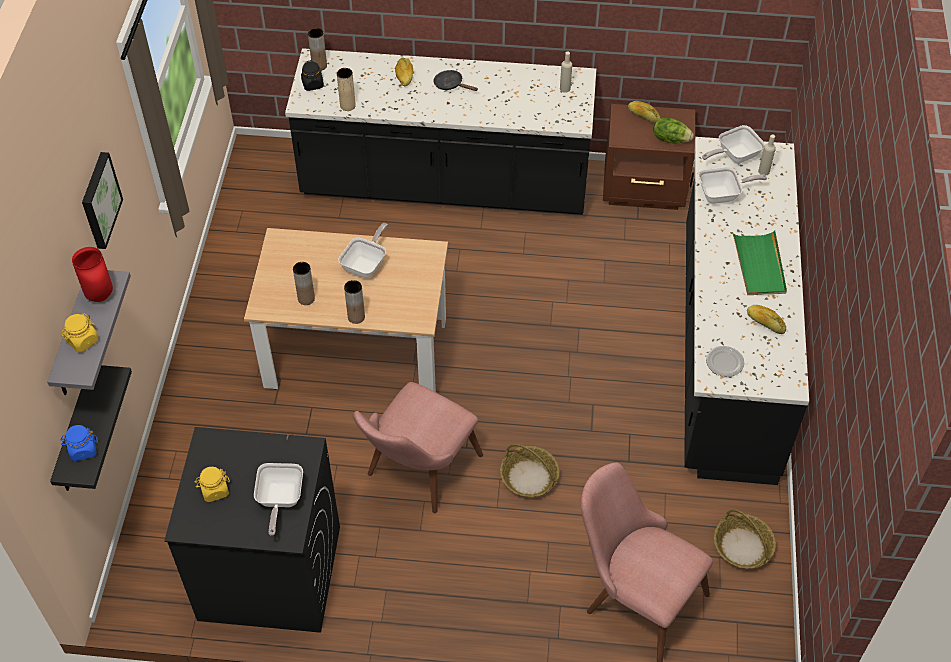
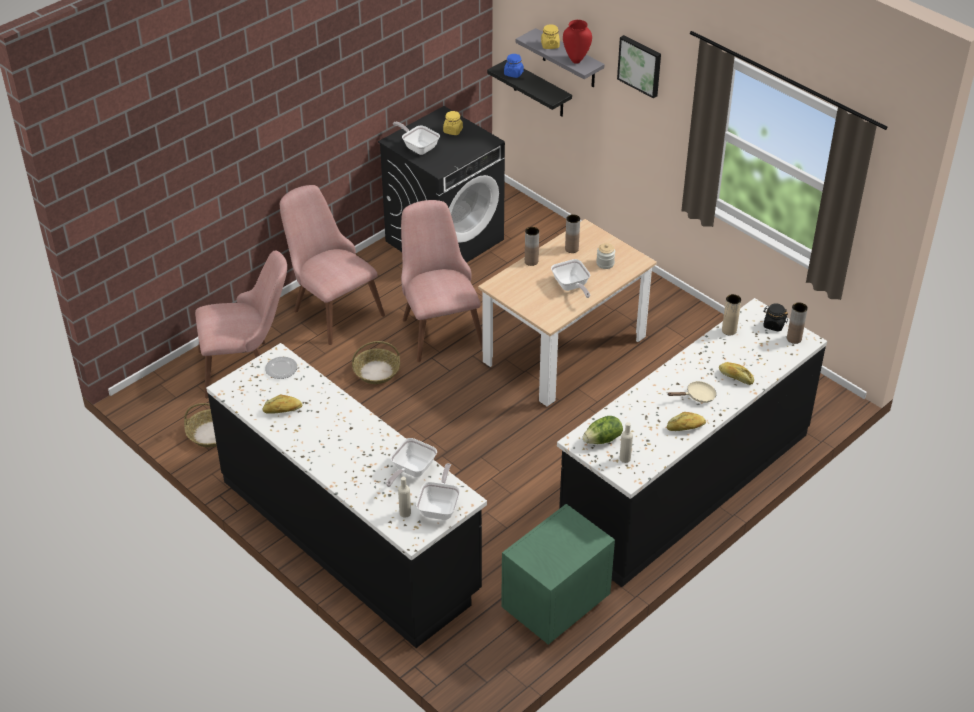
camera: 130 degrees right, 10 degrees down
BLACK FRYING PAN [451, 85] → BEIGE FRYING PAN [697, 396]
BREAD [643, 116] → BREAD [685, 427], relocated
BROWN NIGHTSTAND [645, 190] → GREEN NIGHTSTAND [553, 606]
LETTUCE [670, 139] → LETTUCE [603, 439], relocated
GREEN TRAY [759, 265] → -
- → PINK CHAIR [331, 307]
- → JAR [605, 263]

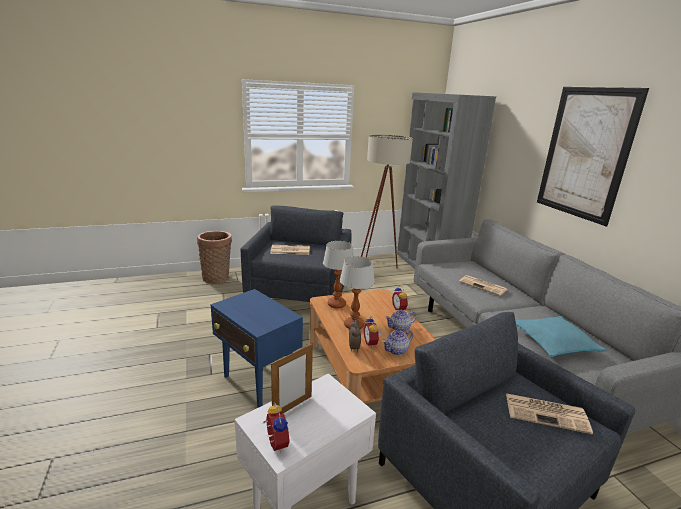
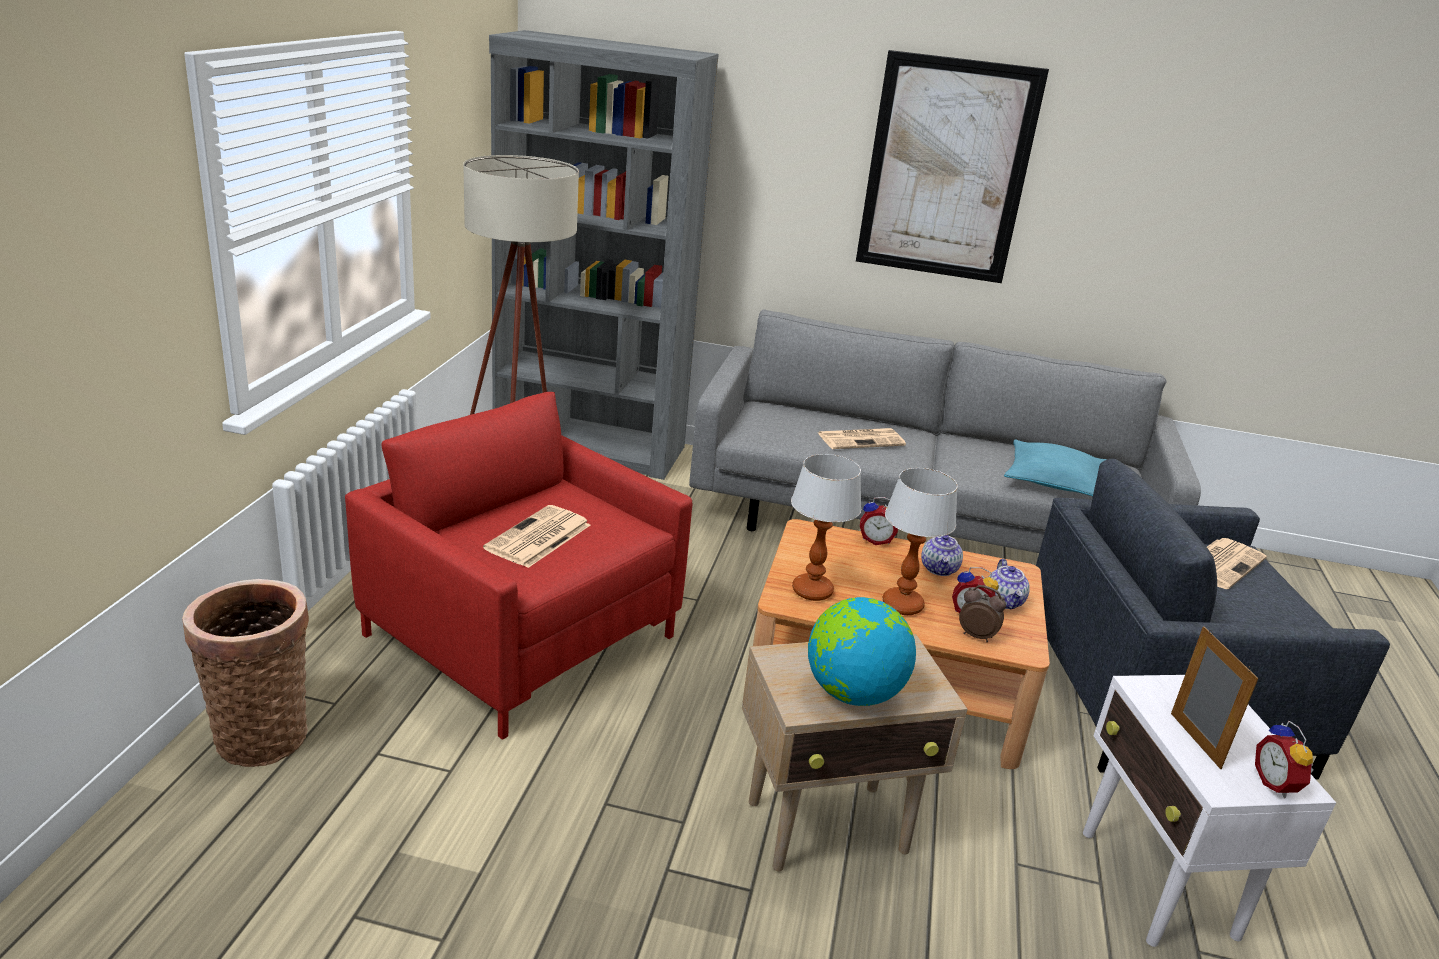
camera: 60 degrees left, 5 degrees up
GREY ARMCHAIR [300, 293] → RED ARMCHAIR [522, 635]
BLUE SIDE TABLE [258, 382] → BEIGE SIDE TABLE [829, 827]
ALARM CLOCK [275, 444] → ALARM CLOCK [1277, 784], 105 degrees counterclockwise
- → GLOBE [853, 693]

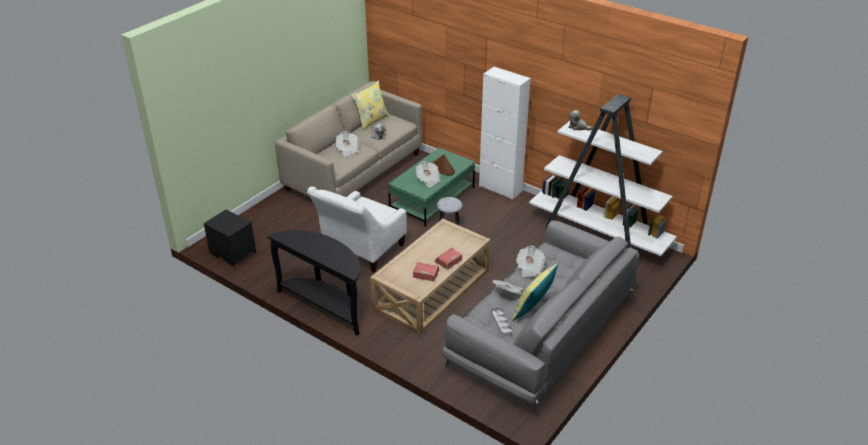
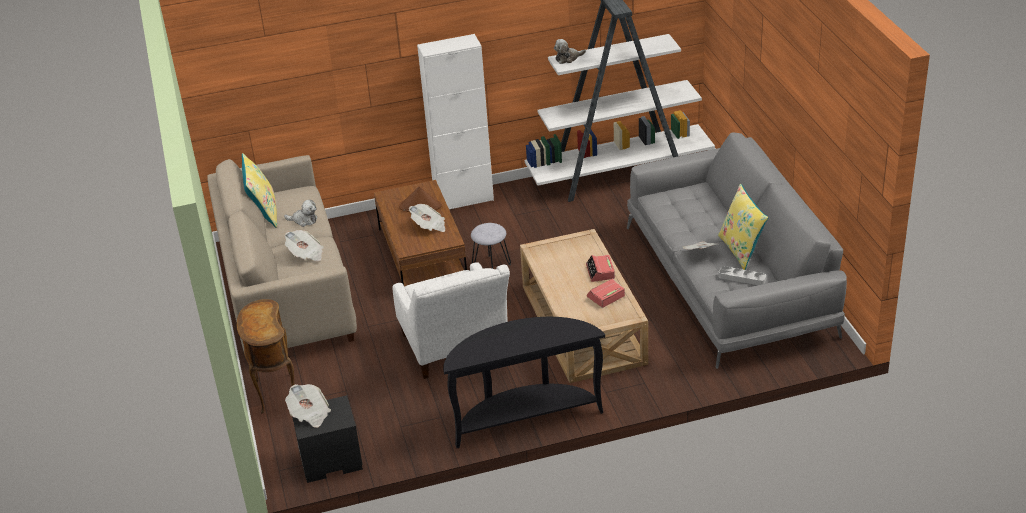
camera: 50 degrees left, 0 degrees up
GREEN COFFEE TABLE [432, 199] → BROWN COFFEE TABLE [422, 255]
NEWSPAPER [529, 268] → NEWSPAPER [310, 414], relocated
- → BROWN SIDE TABLE [275, 394]

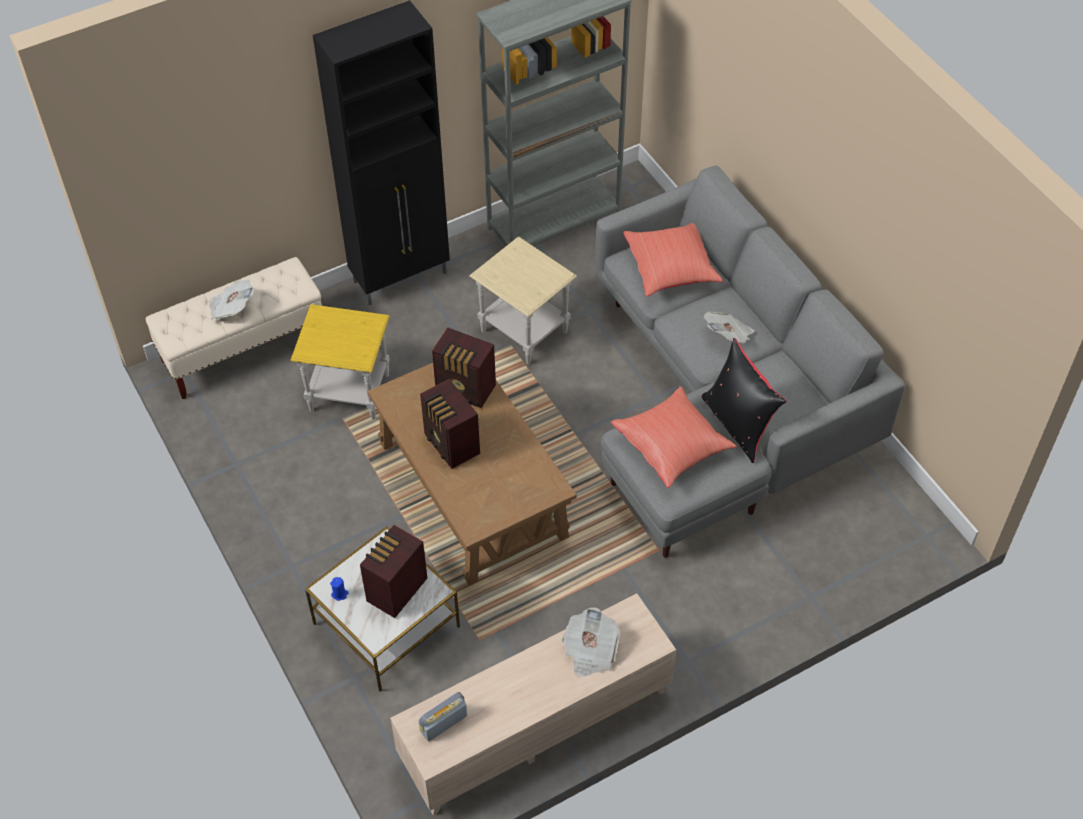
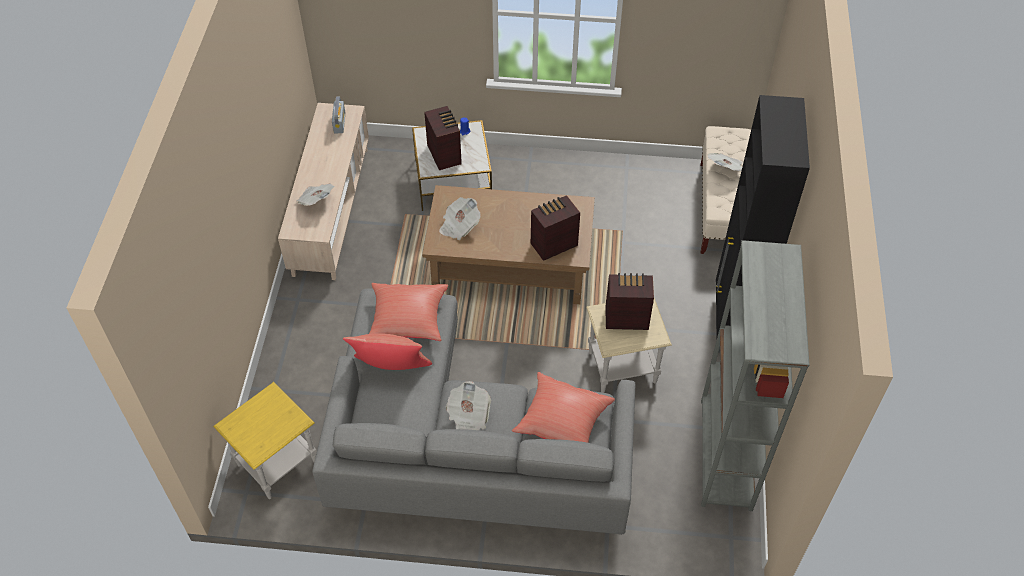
camera: 125 degrees right, 0 degrees up
YELLOW SIDE TABLE [348, 392] → YELLOW SIDE TABLE [278, 462], relocated
BLACK PILLOW [738, 424] → RED PILLOW [391, 369]
RADIO [451, 445] → RADIO [625, 318], relocated
- → NEWSPAPER [459, 226]

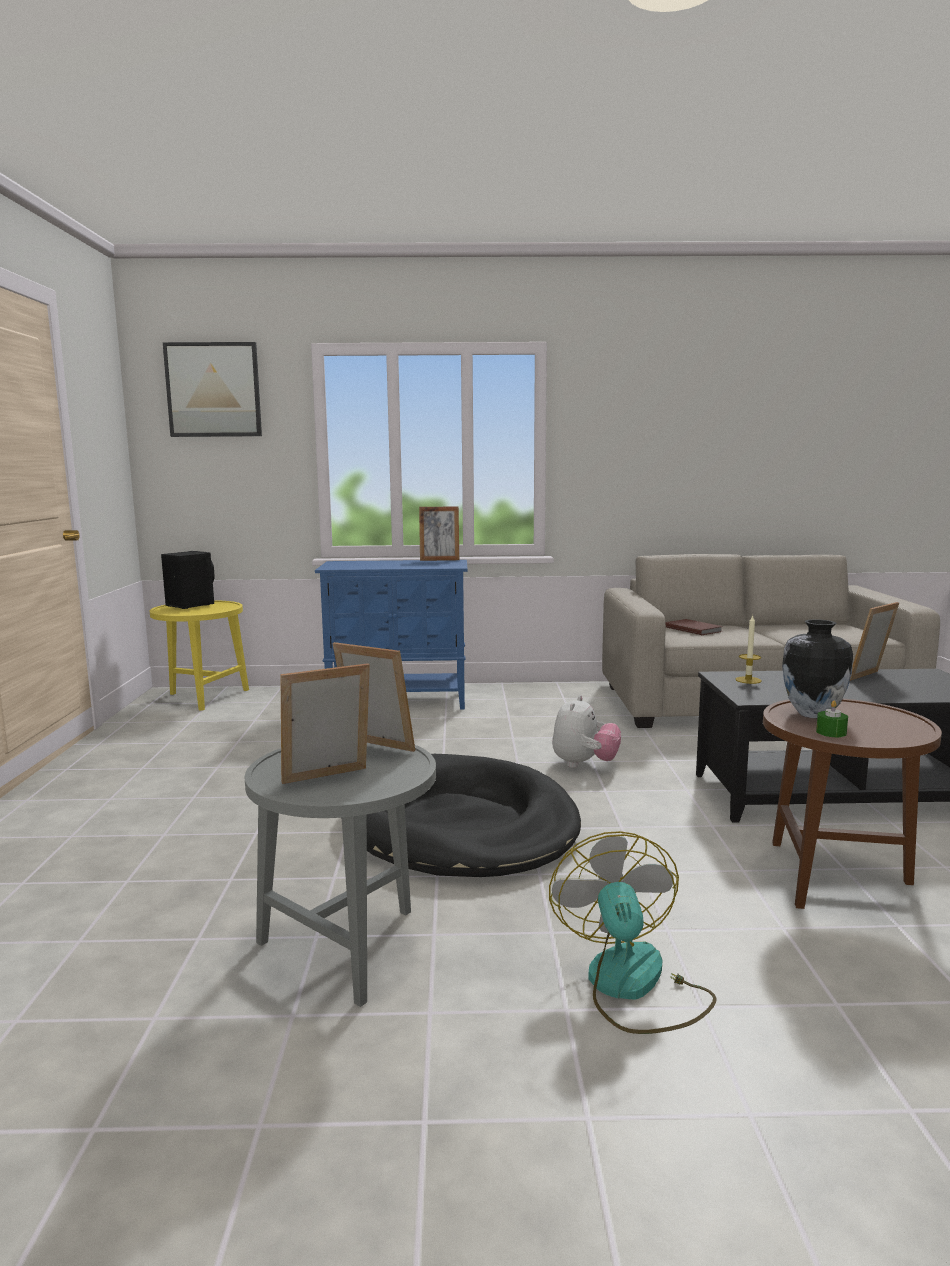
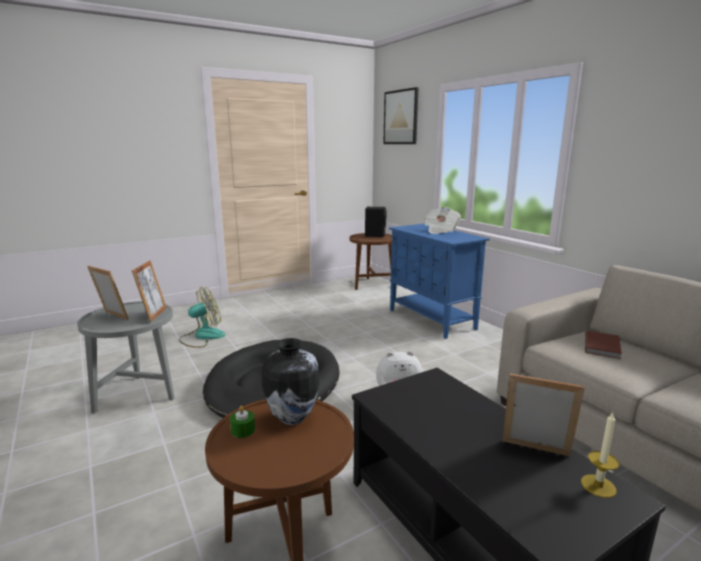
camera: 60 degrees right, 5 degrees up
PICTURE FRAME [439, 560] → -
YELLOW SIDE TABLE [204, 697] → BROWN SIDE TABLE [372, 284]
CANDLE [748, 680] → CANDLE [598, 486], relocated
FAN [632, 986] → FAN [202, 336], relocated
- → NEWSPAPER [440, 230]

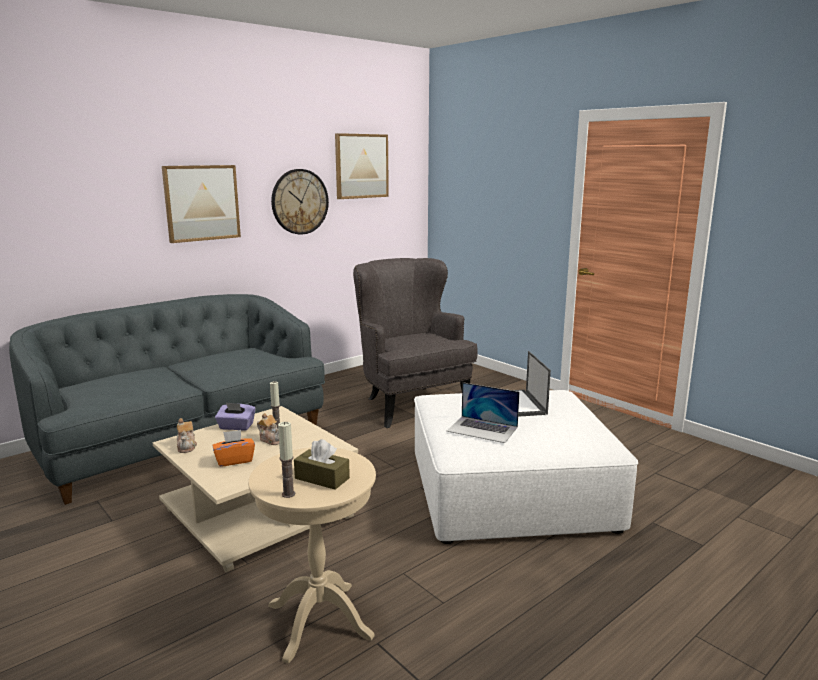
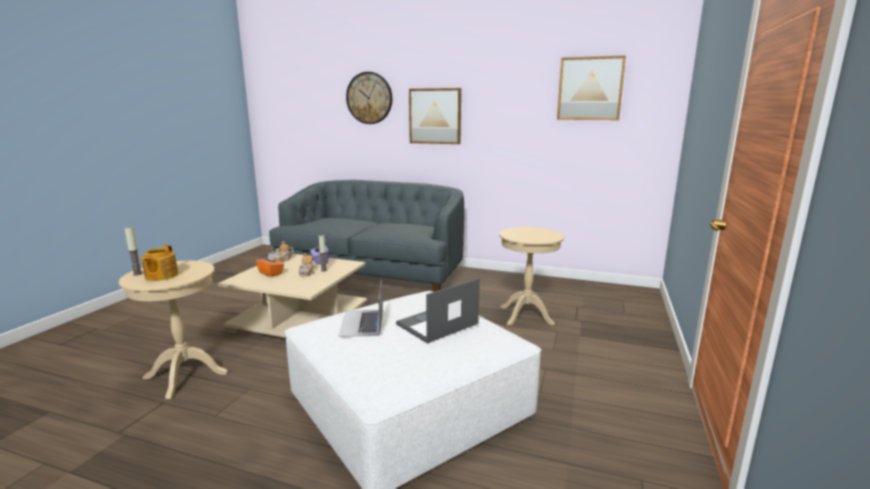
camera: 60 degrees right, 0 degrees up
WALL CLOCK [299, 201] → WALL CLOCK [369, 98], relocated
GREY ARMCHAIR [411, 403] → BEIGE SIDE TABLE [526, 315]
BROWN TISSUE BOX [322, 478] → TEAPOT [161, 276]

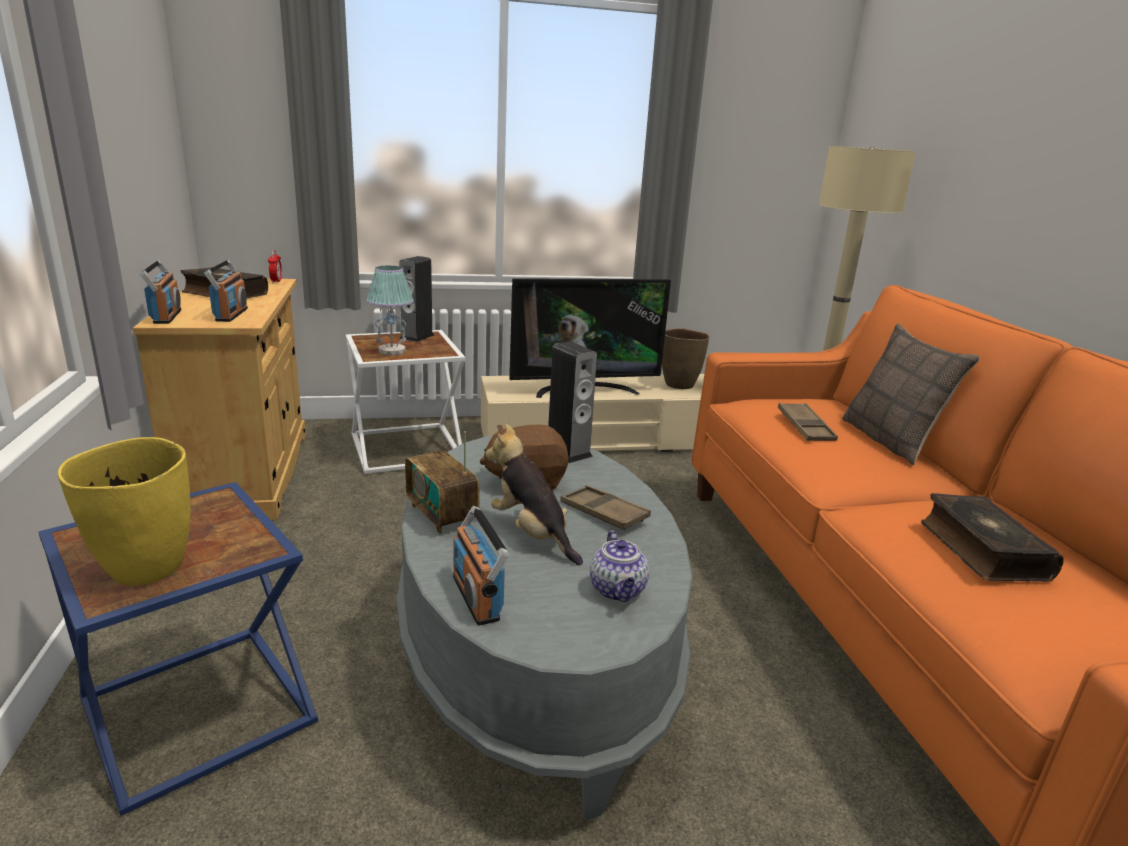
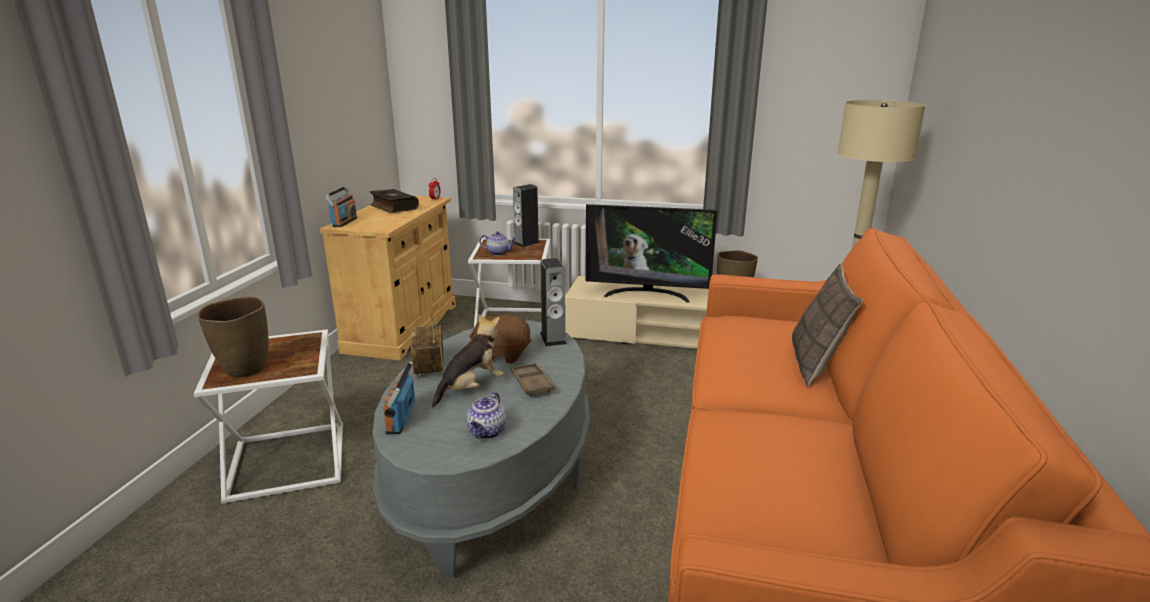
camera: 25 degrees right, 0 degrees up
RADIO [231, 314] → -
TABLE LAMP [392, 351] → TEAPOT [499, 253]
BROWN TRAY [805, 427] → -
PLUSH TOY [532, 534] → PLUSH TOY [471, 388], 60 degrees clockwise
YELLOW VASE [146, 570] → BROWN VASE [245, 370]
BLUE SIDE TABLE [196, 714] → WHITE SIDE TABLE [285, 463]
BOOK [981, 550] → -

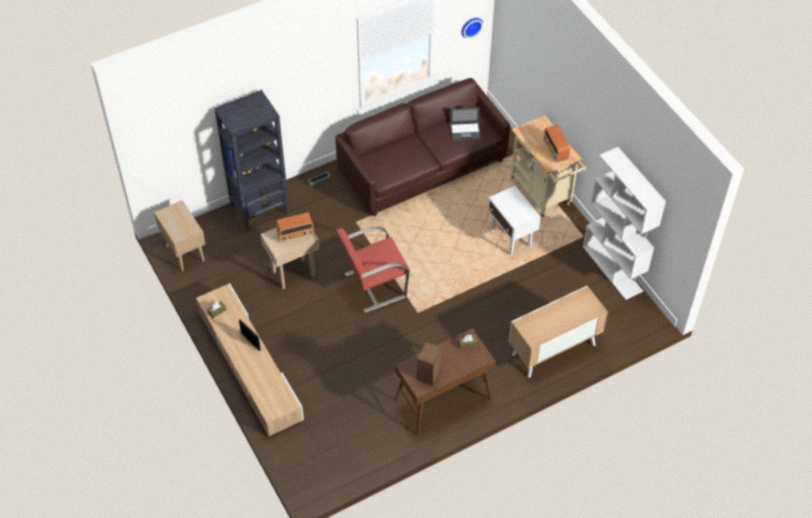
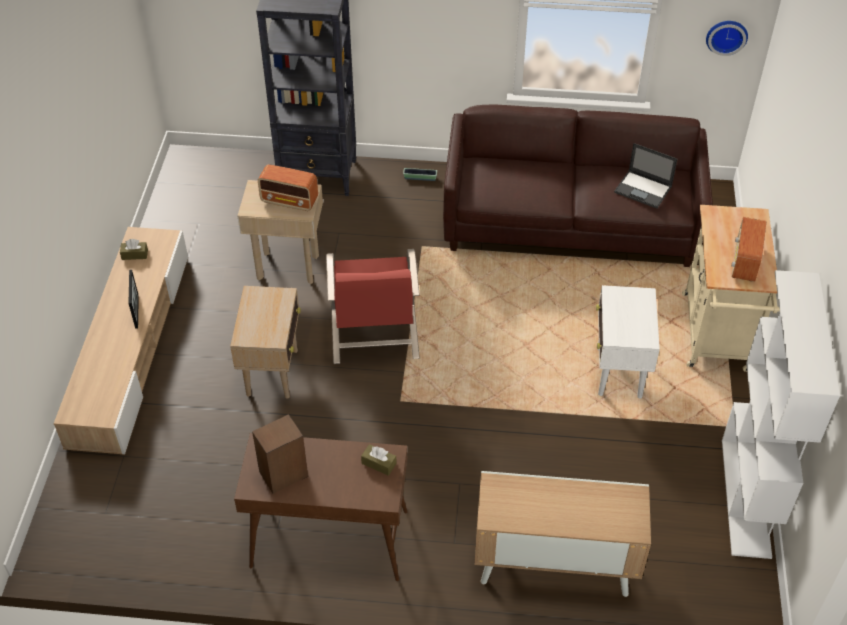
camera: 35 degrees right, 5 degrees down
BEIGE SIDE TABLE [185, 253] → BEIGE SIDE TABLE [273, 372], relocated
RED ARMCHAIR [374, 285] → RED ARMCHAIR [374, 335], 105 degrees counterclockwise

